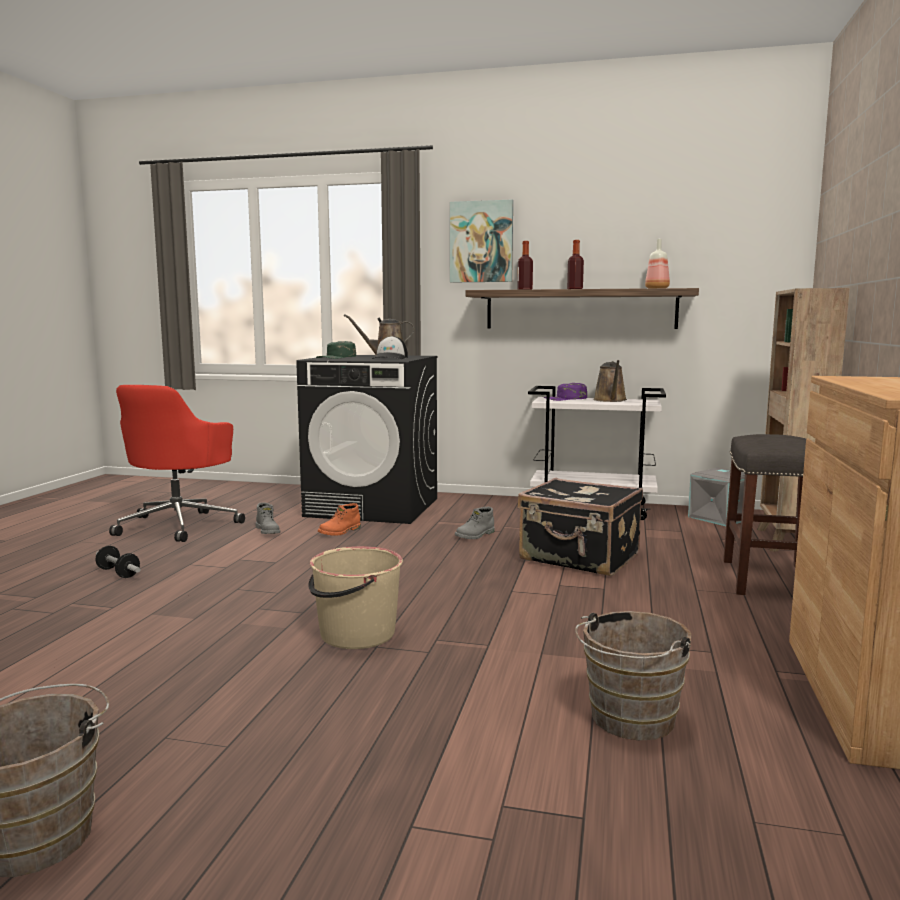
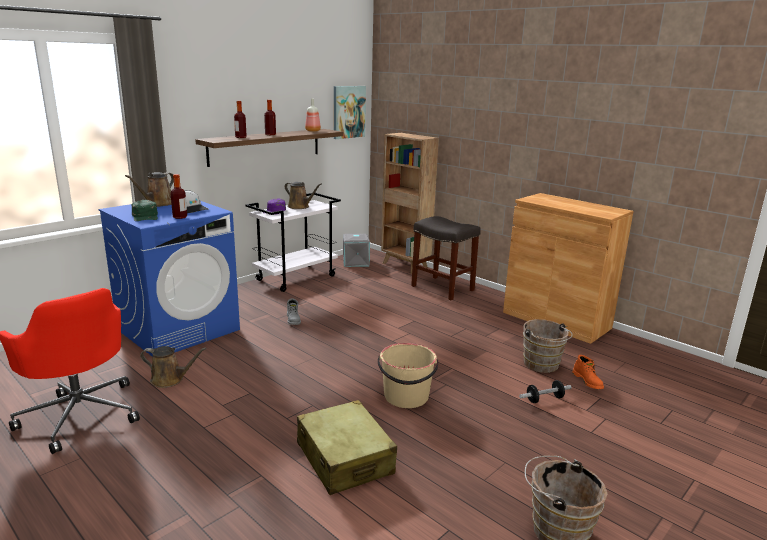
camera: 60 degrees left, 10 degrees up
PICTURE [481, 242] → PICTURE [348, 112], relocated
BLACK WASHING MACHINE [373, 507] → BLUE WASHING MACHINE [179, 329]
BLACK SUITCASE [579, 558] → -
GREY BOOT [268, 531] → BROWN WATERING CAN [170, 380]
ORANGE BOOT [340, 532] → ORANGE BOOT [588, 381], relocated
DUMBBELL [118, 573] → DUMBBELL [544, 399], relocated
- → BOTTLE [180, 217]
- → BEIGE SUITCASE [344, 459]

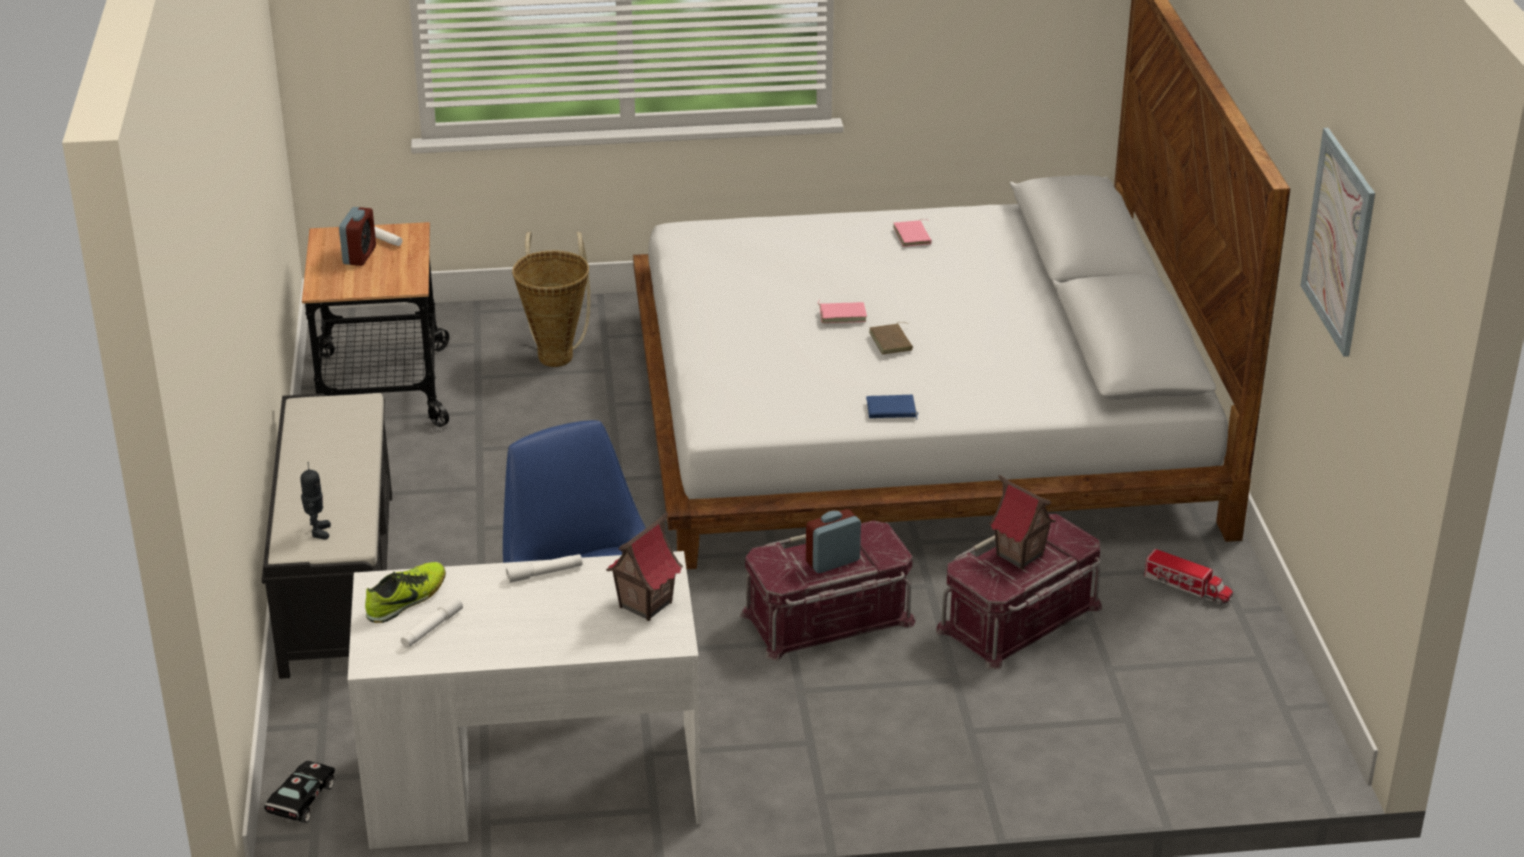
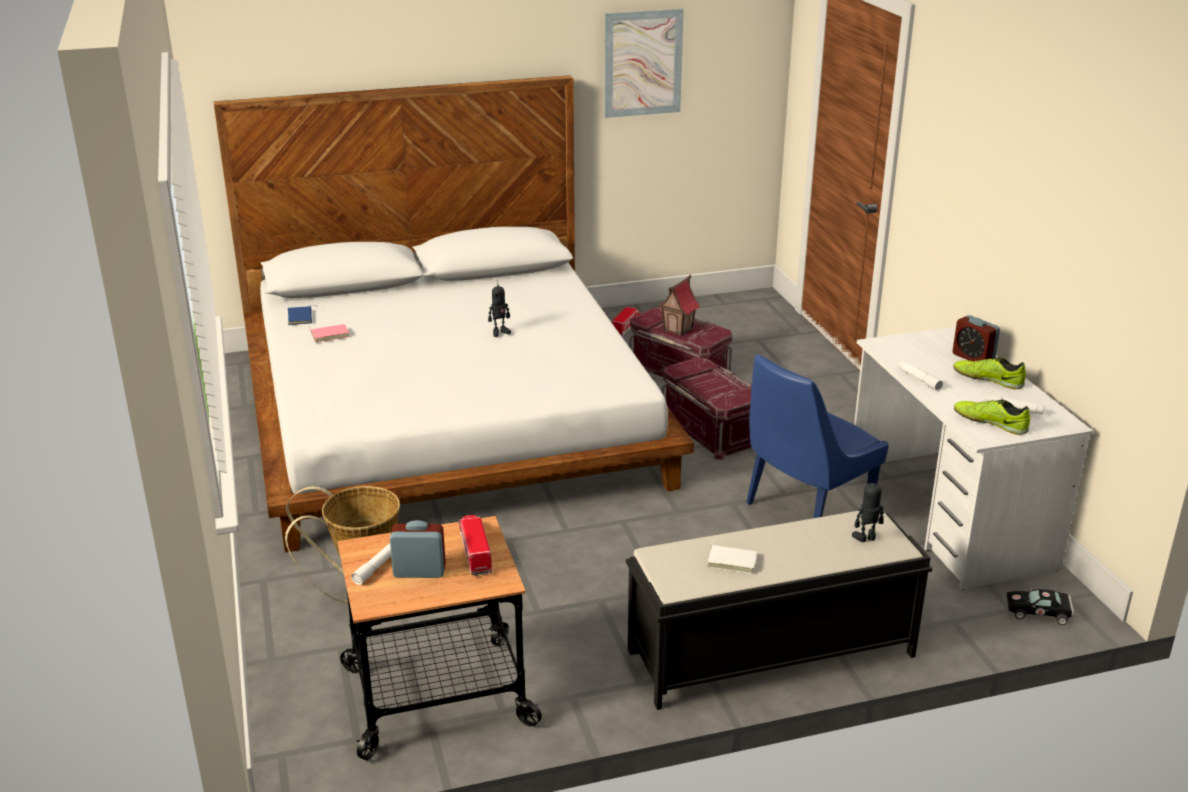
camera: 100 degrees left, 5 degrees down
PINK BOOK [842, 314] → -
BROWN BOOK [892, 341] → TOY ROBOT [500, 332]
BLUE BOOK [891, 411] → BLUE BOOK [301, 318], relocated
ALARM CLOCK [832, 561] → ALARM CLOCK [973, 358], relocated
TOY HOUSE [645, 604] → -
- → SHOE [988, 380]
- → TOY TRUCK [474, 550]
- → WHITE BOOK [732, 560]

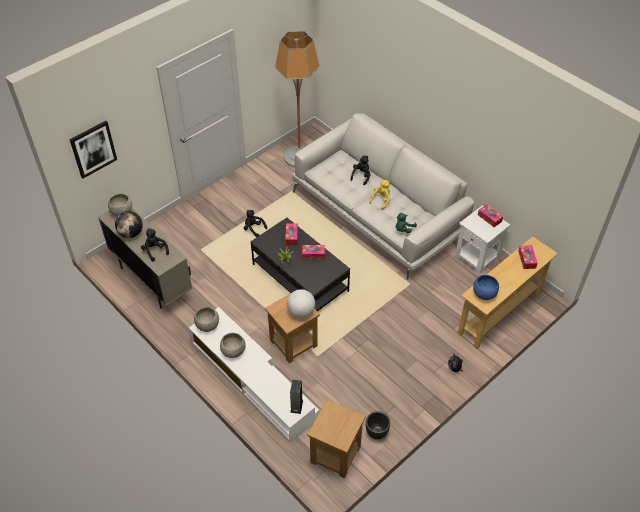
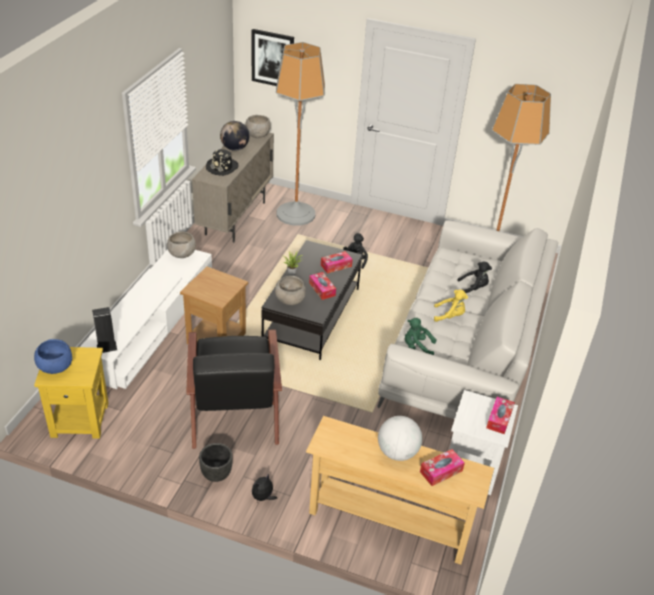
camera: 60 degrees right, 10 degrees down
BLACK PLUSH TOY [155, 251] → BLACK HAT [222, 167]
BLUE BOWL [484, 294] → BLUE BOWL [55, 368], relocated
GLOBE [301, 312] → GLOBE [397, 452], relocated
GREY BOWL [233, 352] → GREY BOWL [289, 301], relocated
BROWN SIDE TABLE [335, 454] → YELLOW SIDE TABLE [80, 419]
BLACK PLANTER [376, 433] → BLACK PLANTER [216, 475], relocated
- → FLOOR LAMP [295, 214]
- → BLACK ARMCHAIR [234, 405]

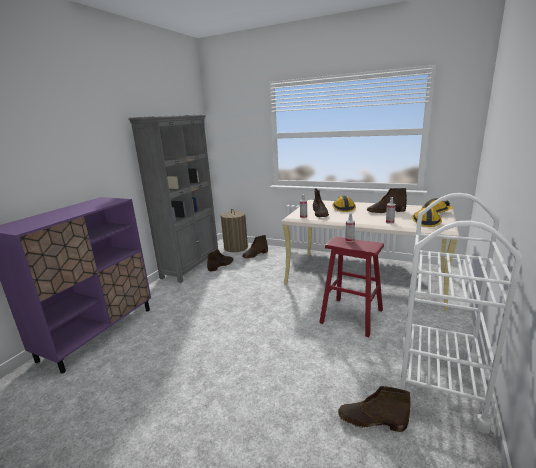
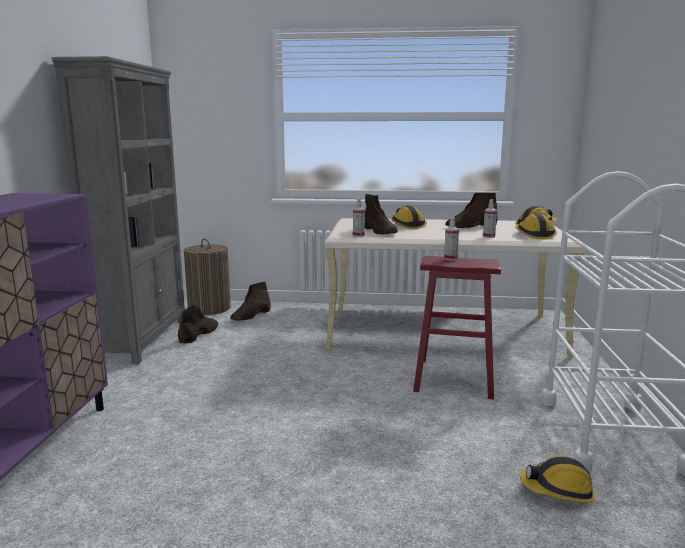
camera: 20 degrees left, 5 degrees down
BROWN BOOT [371, 420] → HARD HAT [557, 490]

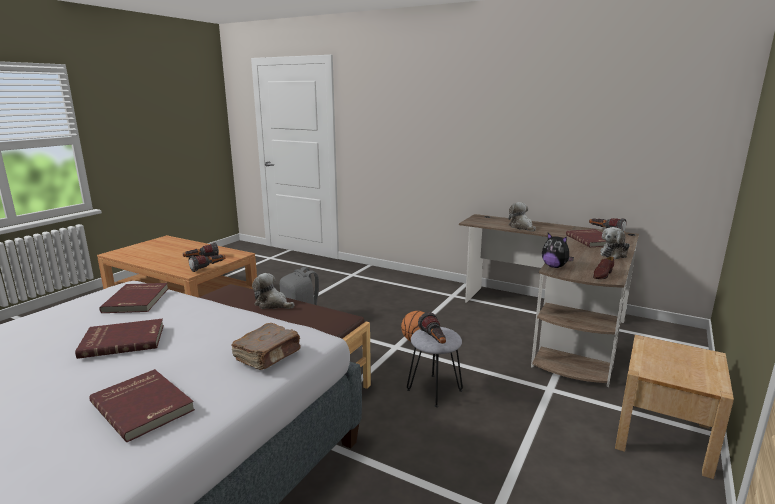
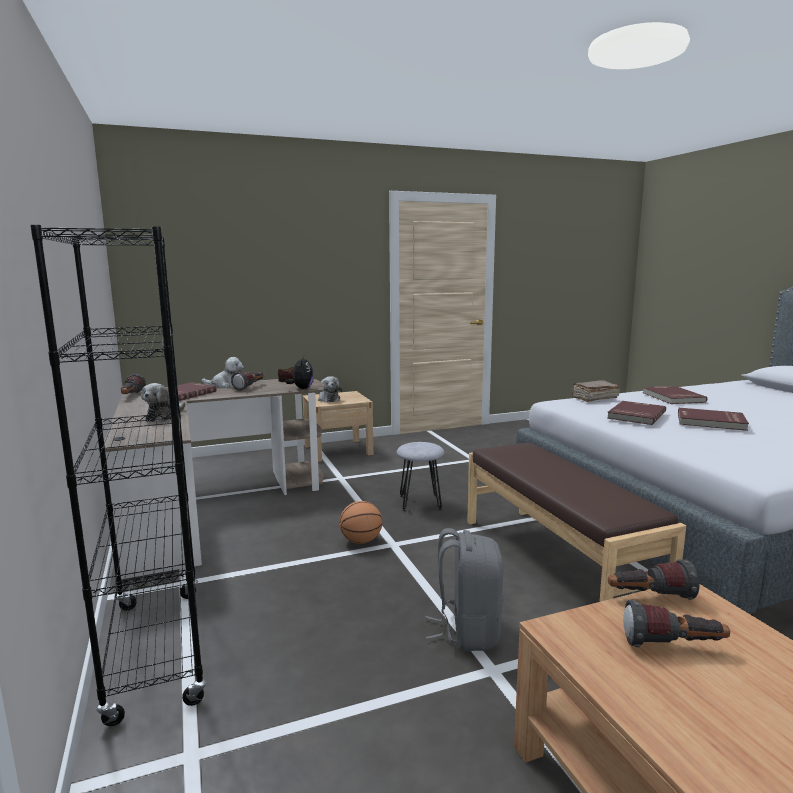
camera: 140 degrees left, 5 degrees down
PLUSH TOY [272, 304] → PLUSH TOY [328, 399], relocated
RED BOOK [137, 300] → RED BOOK [635, 415], relocated
FLASHLIGHT [434, 340] → FLASHLIGHT [251, 387], relocated
- → BLACK BOOKCASE [157, 651]

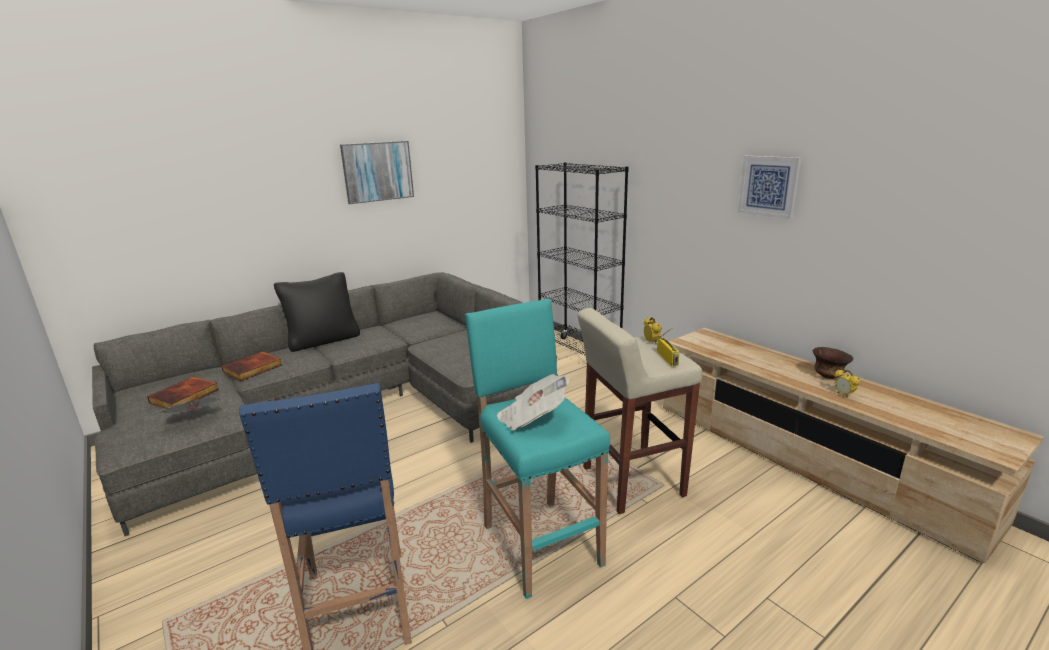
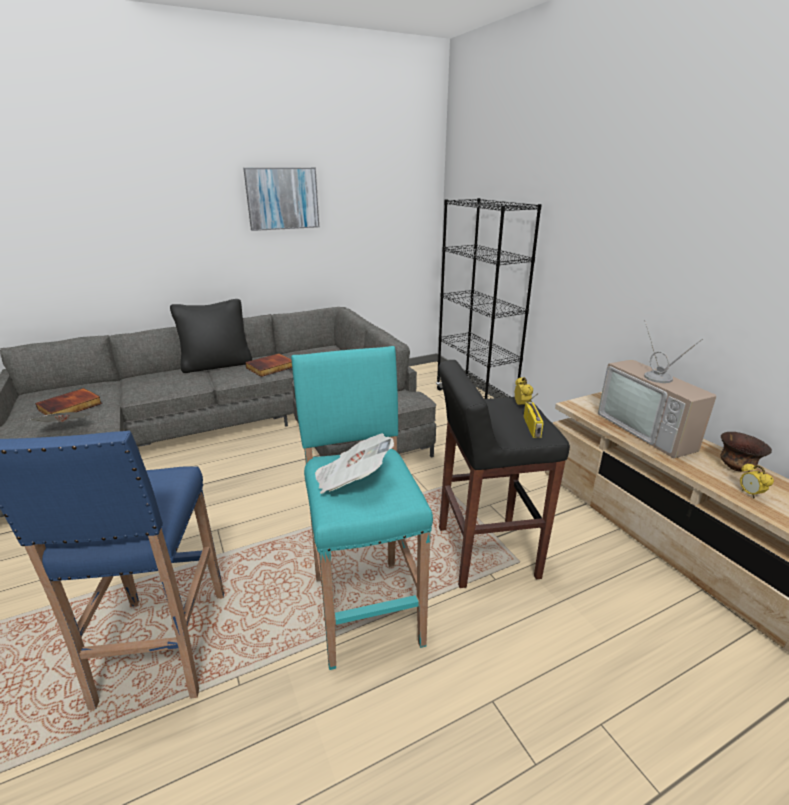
camera: 10 degrees right, 5 degrees up
PICTURE [769, 186] → -
BEIGE STOOL [631, 481] → BLACK STOOL [484, 552]
BOOK [253, 369] → BOOK [270, 367], relocated
- → TELEVISION [650, 430]

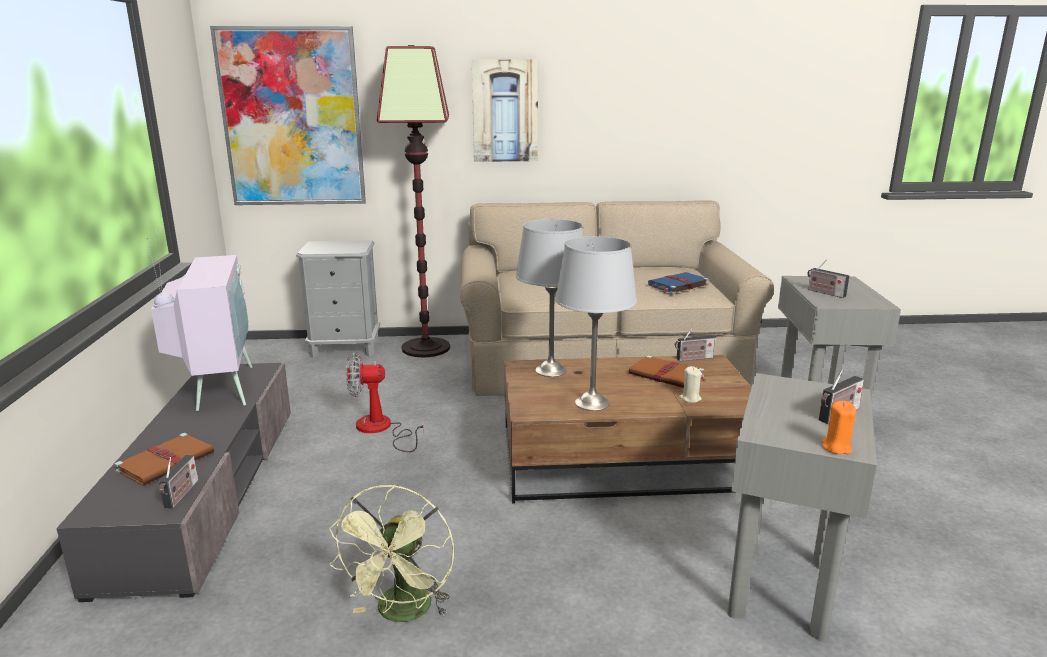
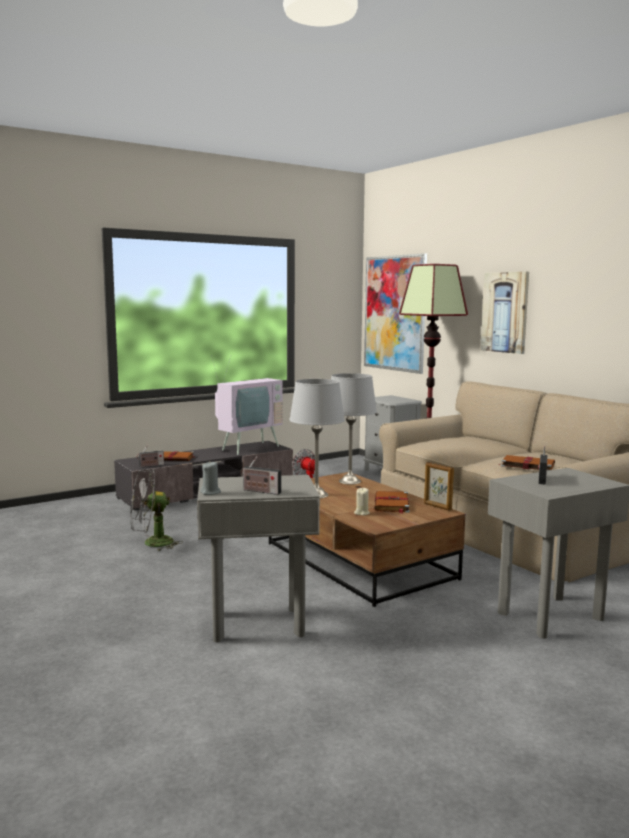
camera: 60 degrees right, 10 degrees down
BLUE BOOK [677, 285] → BROWN BOOK [526, 465]
RADIO [693, 359] → PICTURE FRAME [437, 506]
ORANGE CANDLE [836, 447] → GREY CANDLE [210, 492]
GREEN FAN [402, 614] → GREY FAN [152, 543]

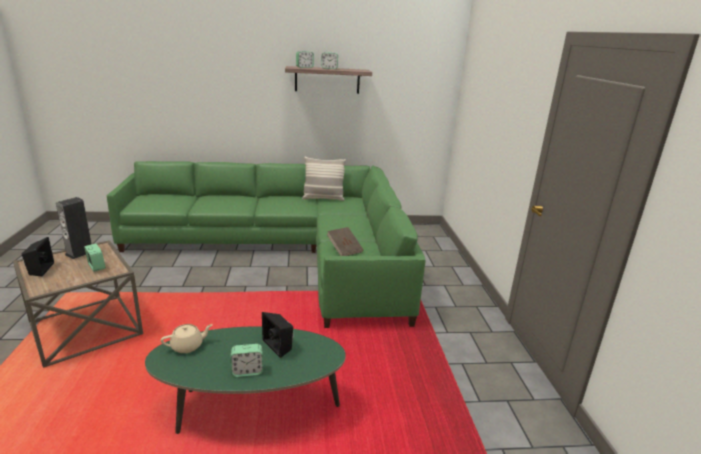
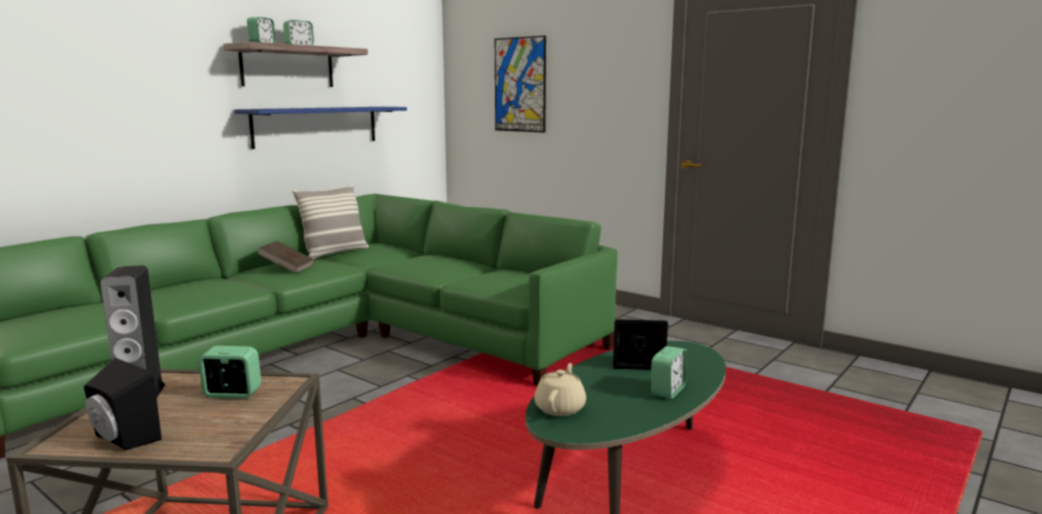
camera: 45 degrees left, 10 degrees down
BROWN BOOK [344, 249] → BROWN BOOK [287, 268], relocated
- → PICTURE [520, 85]
- → BLUE SHELF [316, 126]

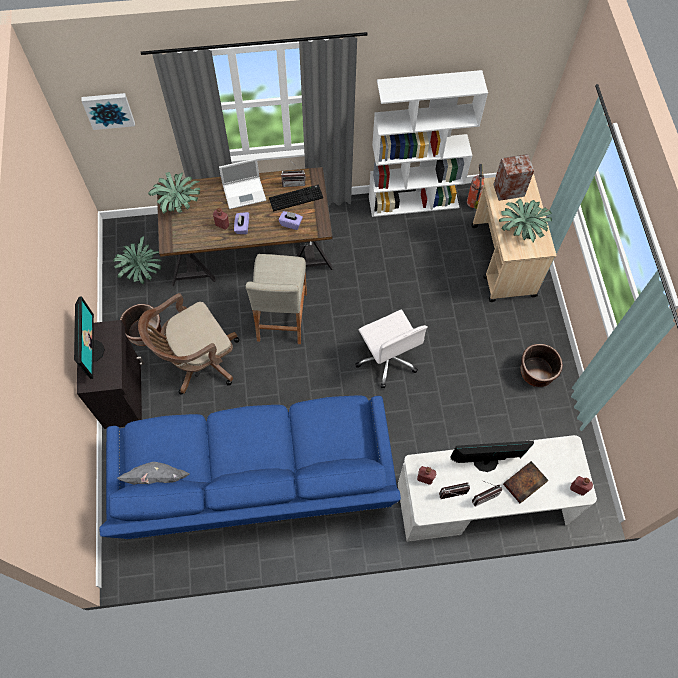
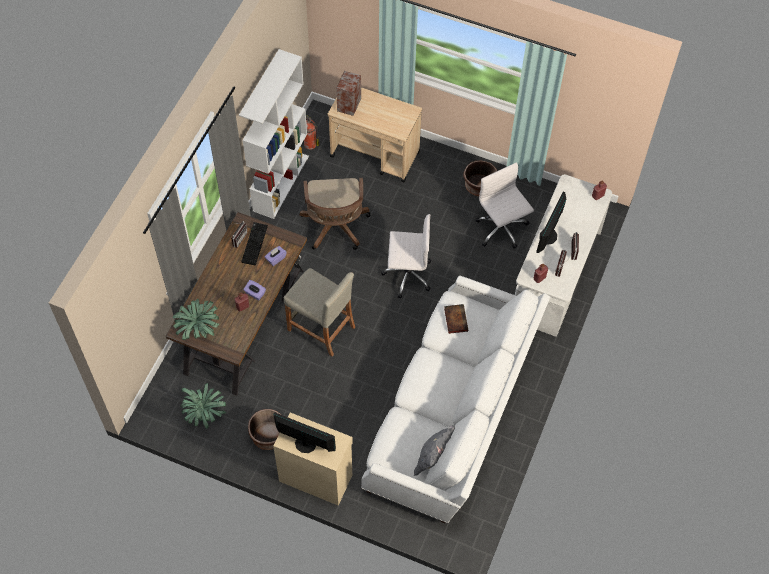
camera: 60 degrees left, 5 degrees down
PICTURE [108, 109] → -
LAPTOP [245, 192] → -
POTTED PLANT [521, 230] → -
BROWN OFFICE CHAIR [197, 361] → BROWN OFFICE CHAIR [335, 228], relocated
BLACK CABINET [124, 394] → BEIGE CABINET [315, 477]
BLUE SOFA [256, 482] → WHITE SOFA [452, 414]
BOOK [525, 482] → BOOK [455, 319], relocated
- → WHITE OFFICE CHAIR [501, 230]

